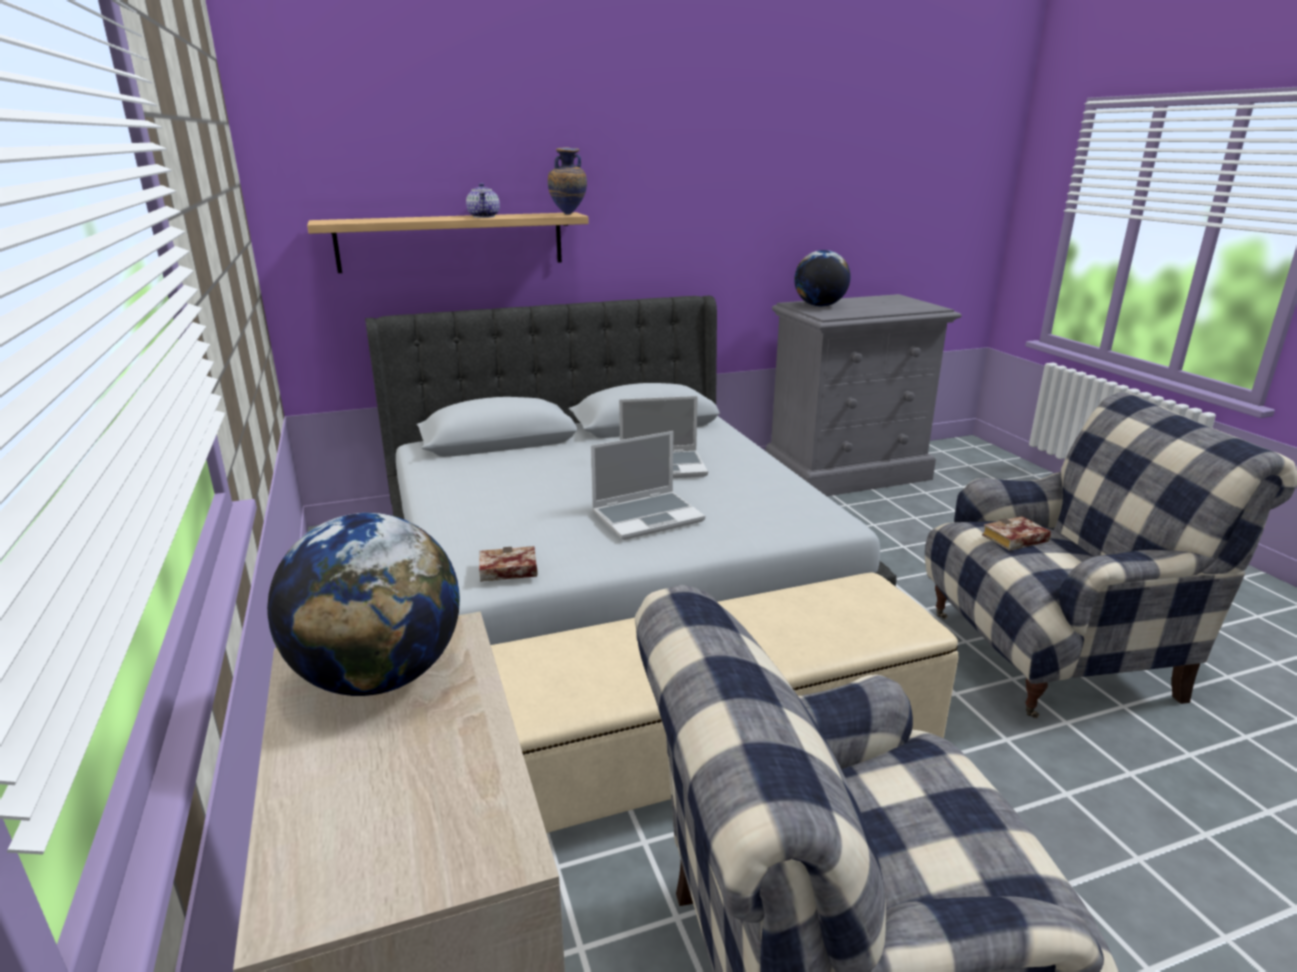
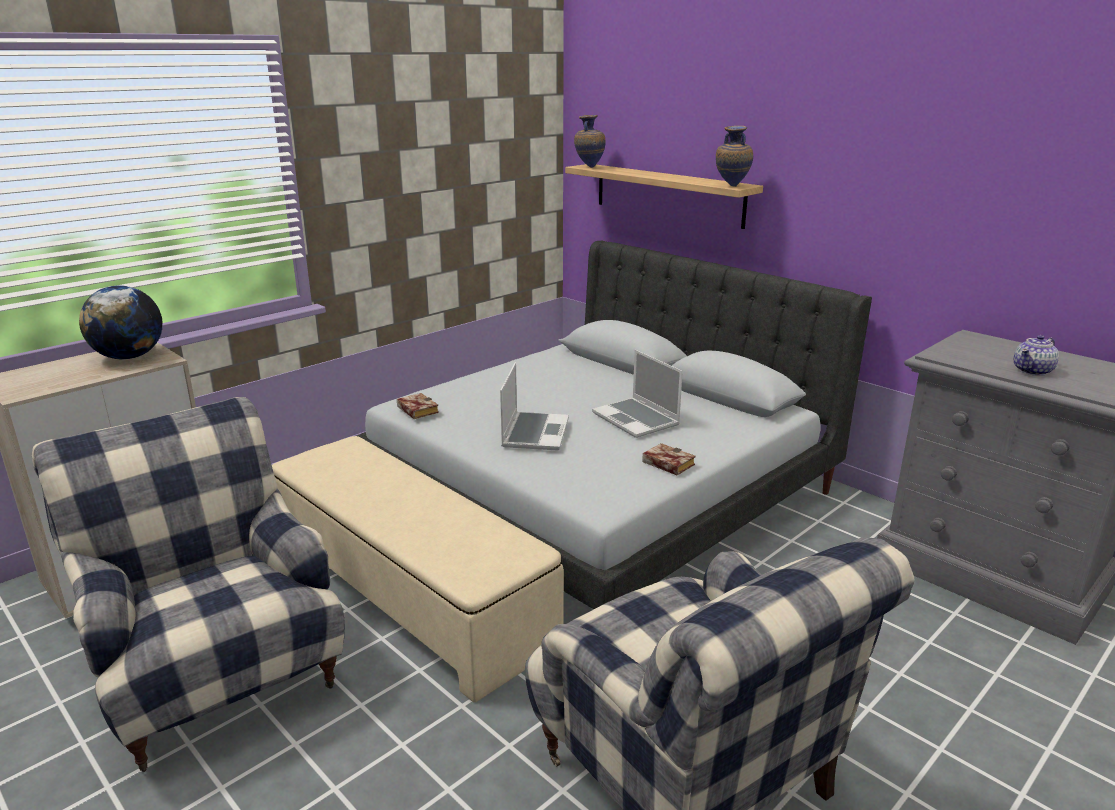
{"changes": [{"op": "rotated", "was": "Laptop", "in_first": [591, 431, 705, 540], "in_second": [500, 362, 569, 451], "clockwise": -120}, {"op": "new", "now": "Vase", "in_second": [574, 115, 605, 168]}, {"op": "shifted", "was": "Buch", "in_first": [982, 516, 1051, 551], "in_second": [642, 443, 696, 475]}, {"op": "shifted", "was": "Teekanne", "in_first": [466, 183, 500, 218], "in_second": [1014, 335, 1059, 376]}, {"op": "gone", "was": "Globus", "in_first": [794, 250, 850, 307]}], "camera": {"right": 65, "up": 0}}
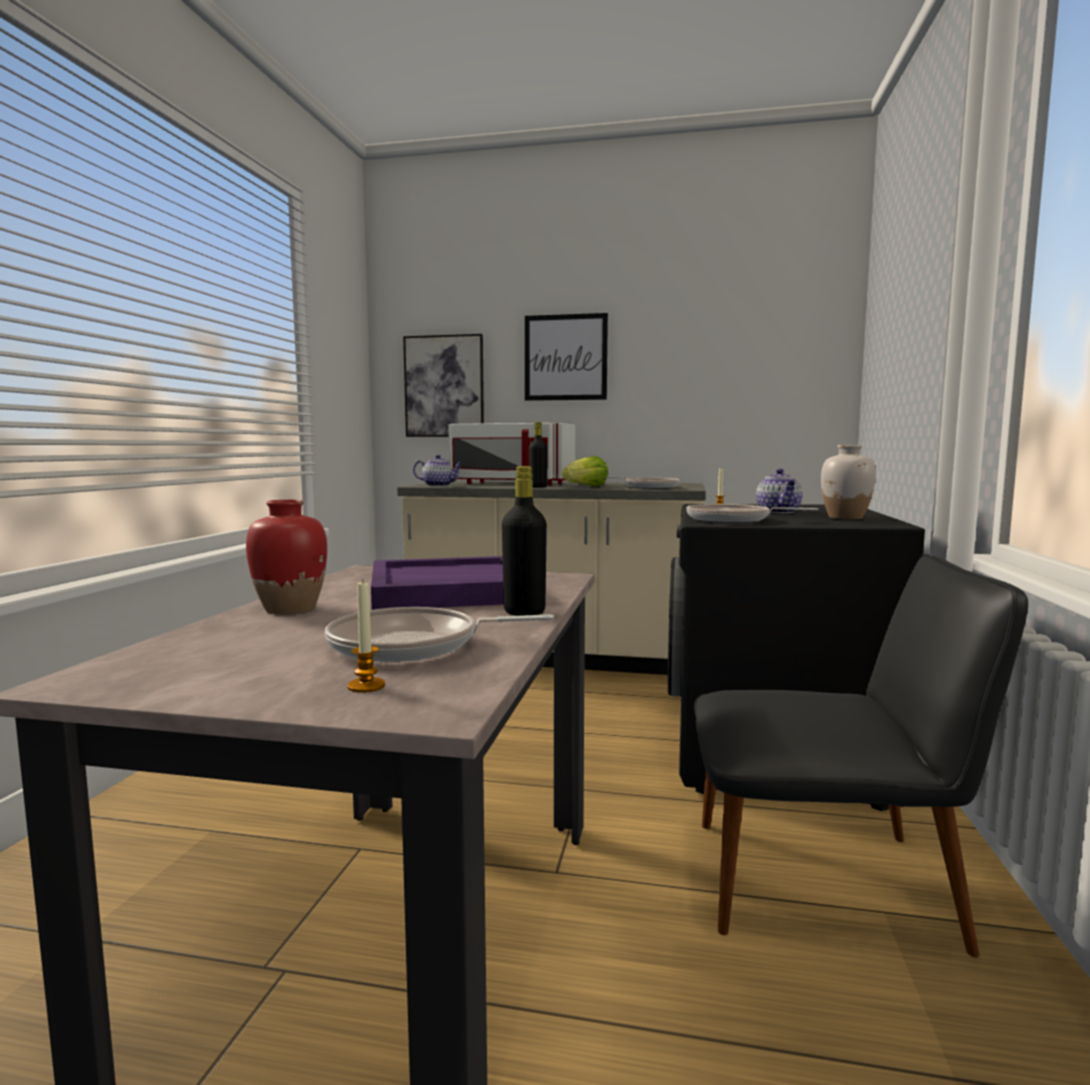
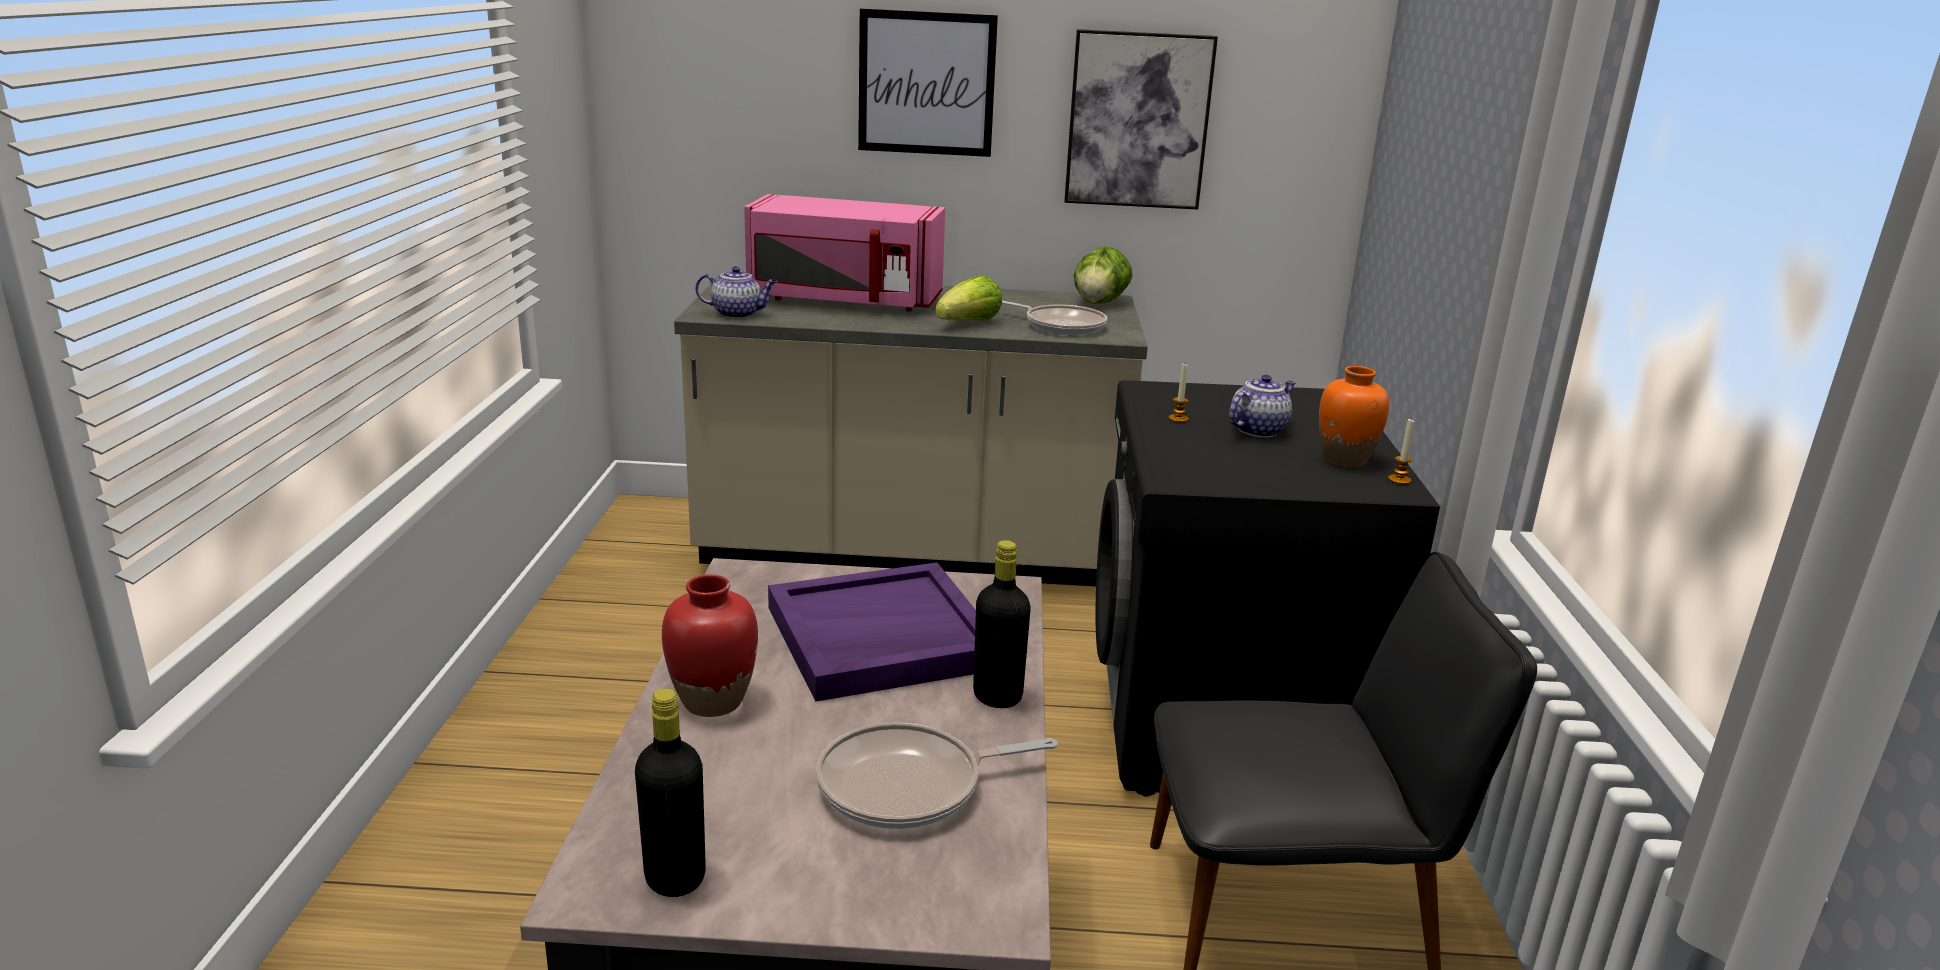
{"changes": [{"op": "shifted", "was": "Flasche [schwarz]", "in_first": [529, 422, 548, 488], "in_second": [635, 688, 706, 897]}, {"op": "repainted", "was": "Mikrowelle [weiß]", "now": "Mikrowelle [rosa]", "in_first": [448, 423, 575, 485], "in_second": [744, 194, 945, 311]}, {"op": "shifted", "was": "Bild", "in_first": [403, 334, 484, 437], "in_second": [1064, 29, 1218, 210]}, {"op": "new", "now": "Salatkopf", "in_second": [1074, 246, 1133, 304]}, {"op": "rotated", "was": "Teekanne", "in_first": [756, 469, 803, 513], "in_second": [1229, 375, 1295, 438], "clockwise": -120}, {"op": "repainted", "was": "Vase [weiß]", "now": "Vase [orange]", "in_first": [821, 445, 876, 519], "in_second": [1319, 366, 1389, 467]}, {"op": "shifted", "was": "Kerze", "in_first": [347, 582, 385, 693], "in_second": [1388, 418, 1414, 485]}, {"op": "gone", "was": "Pfanne", "in_first": [686, 504, 818, 523]}], "camera": {"right": -10, "up": 15}}
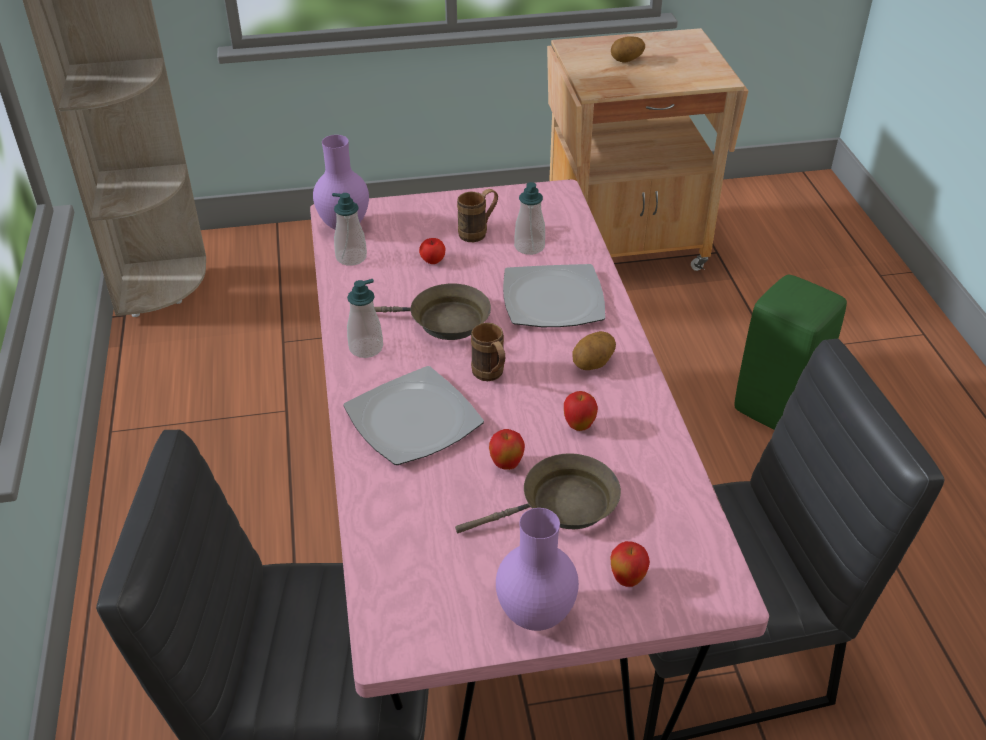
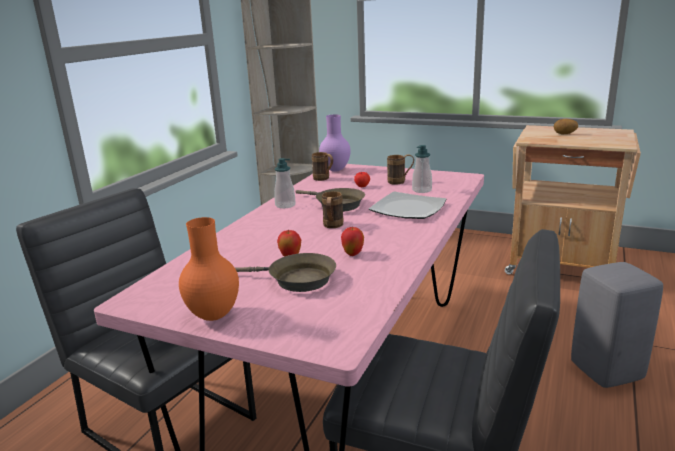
{"changes": [{"op": "repainted", "was": "Vase [lila]", "now": "Vase [orange]", "in_first": [496, 508, 579, 631], "in_second": [179, 217, 239, 321]}, {"op": "swapped", "was": "Seifenspender", "now": "Henkelbecher [braun]", "in_first": [332, 193, 367, 266], "in_second": [312, 152, 333, 181]}, {"op": "repainted", "was": "Hocker [grün]", "now": "Hocker [grau]", "in_first": [734, 274, 847, 430], "in_second": [571, 262, 663, 388]}, {"op": "gone", "was": "Teller", "in_first": [343, 366, 484, 465]}, {"op": "gone", "was": "Kartoffel", "in_first": [573, 331, 616, 370]}, {"op": "gone", "was": "Apfel", "in_first": [610, 541, 650, 587]}], "camera": {"right": 35, "up": -20}}
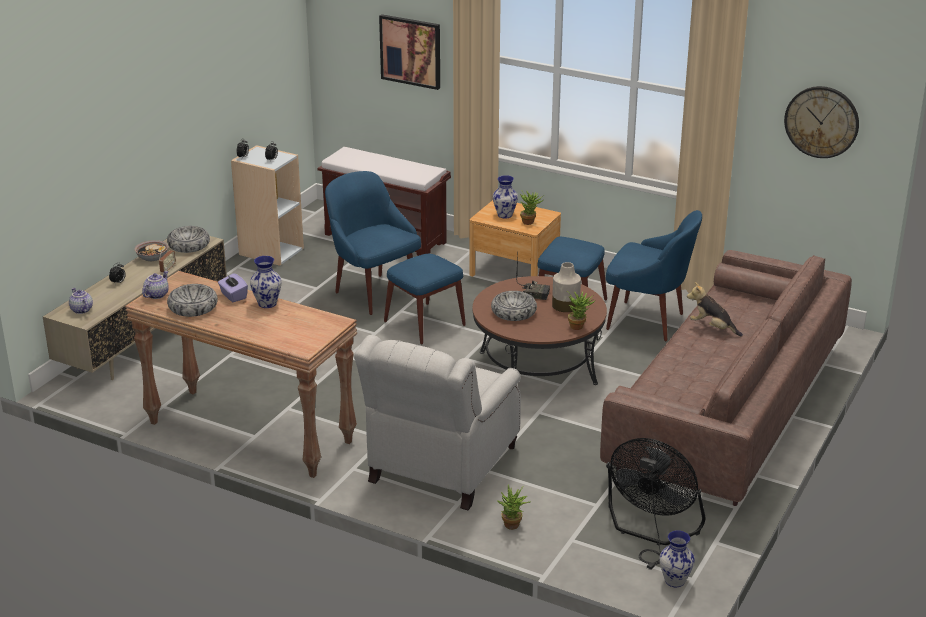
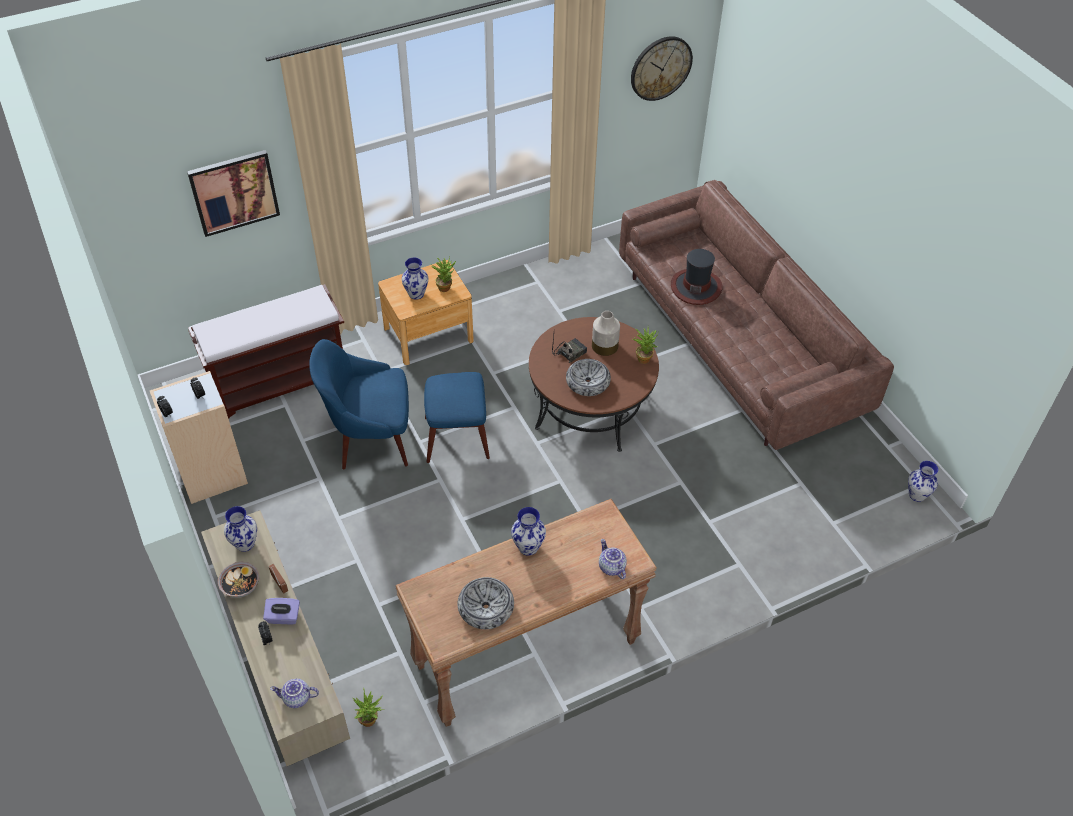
{"changes": [{"op": "swapped", "was": "Schüssel", "now": "Vase", "in_first": [167, 226, 210, 253], "in_second": [224, 506, 257, 552]}, {"op": "shifted", "was": "Taschentuchbox [lila]", "in_first": [218, 273, 248, 302], "in_second": [263, 598, 300, 624]}, {"op": "shifted", "was": "Topfpflanze", "in_first": [497, 484, 530, 530], "in_second": [353, 688, 385, 727]}, {"op": "shifted", "was": "Teekanne", "in_first": [142, 271, 169, 299], "in_second": [599, 539, 627, 579]}, {"op": "swapped", "was": "Plüschtier", "now": "Hut", "in_first": [687, 282, 743, 337], "in_second": [671, 249, 723, 305]}, {"op": "gone", "was": "Sessel [weiß]", "in_first": [354, 335, 521, 510]}, {"op": "gone", "was": "Sessel [blau]", "in_first": [538, 210, 702, 341]}, {"op": "gone", "was": "Ventilator [schwarz]", "in_first": [606, 438, 706, 570]}], "camera": {"right": -55, "up": 20}}
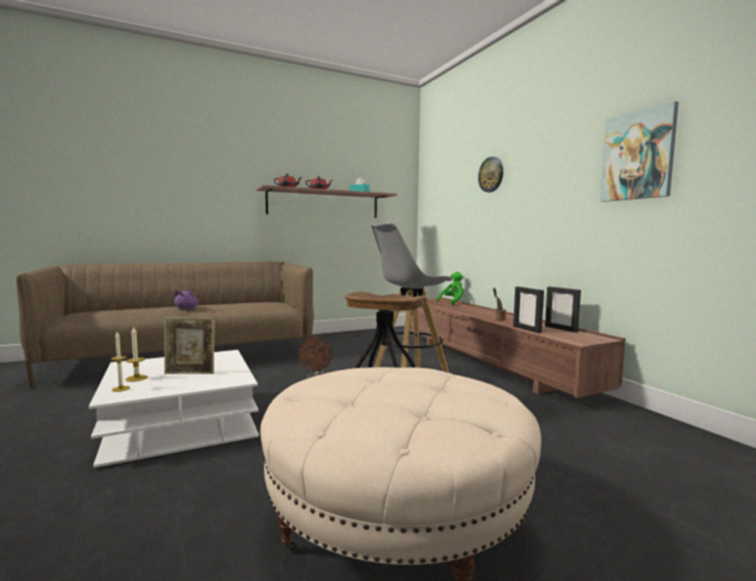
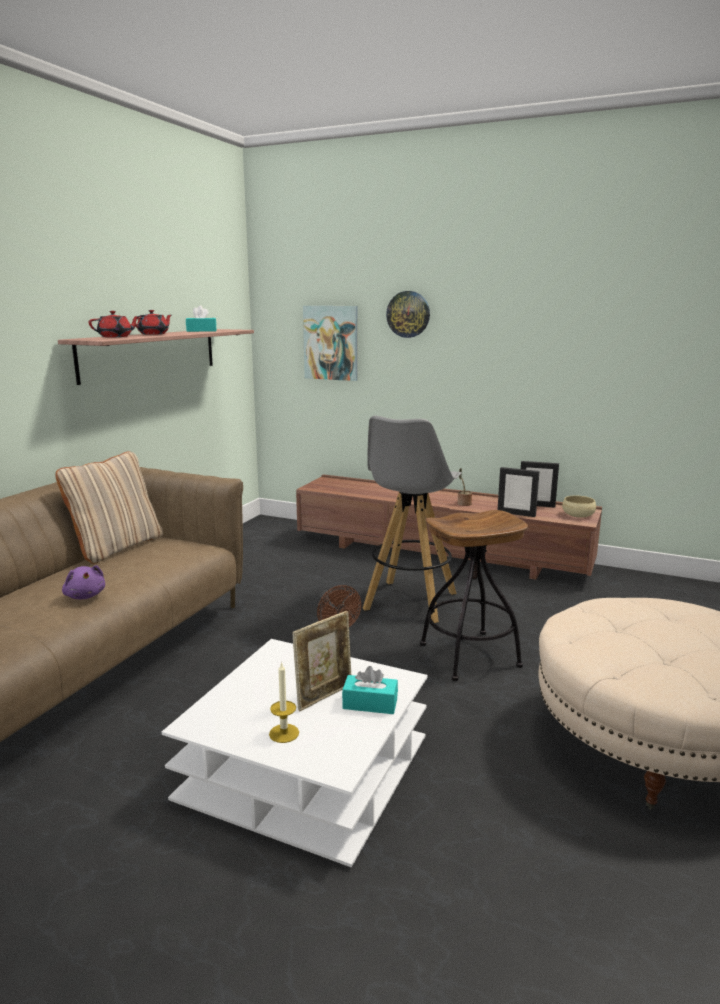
{"changes": [{"op": "new", "now": "Kissen [beige]", "in_second": [55, 451, 163, 564]}, {"op": "shifted", "was": "Bild", "in_first": [600, 101, 679, 202], "in_second": [303, 306, 358, 381]}, {"op": "new", "now": "Taschentuchbox [türkis]", "in_second": [342, 666, 398, 714]}, {"op": "new", "now": "Schüssel [beige]", "in_second": [562, 496, 596, 518]}, {"op": "gone", "was": "Kerze", "in_first": [111, 332, 130, 392]}, {"op": "gone", "was": "Plüschtier [grün]", "in_first": [436, 272, 464, 305]}], "camera": {"right": -40, "up": 10}}
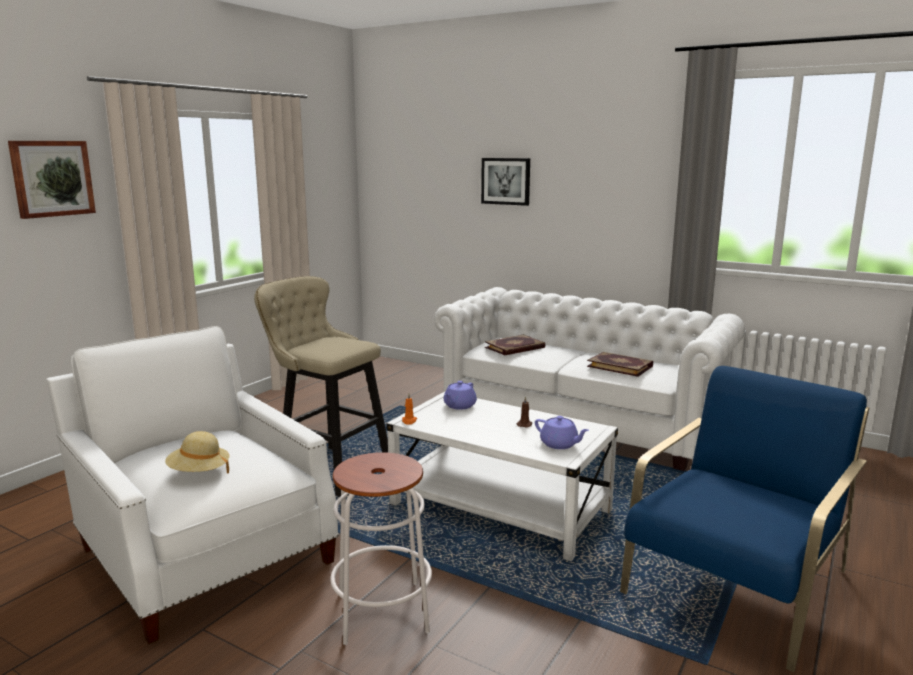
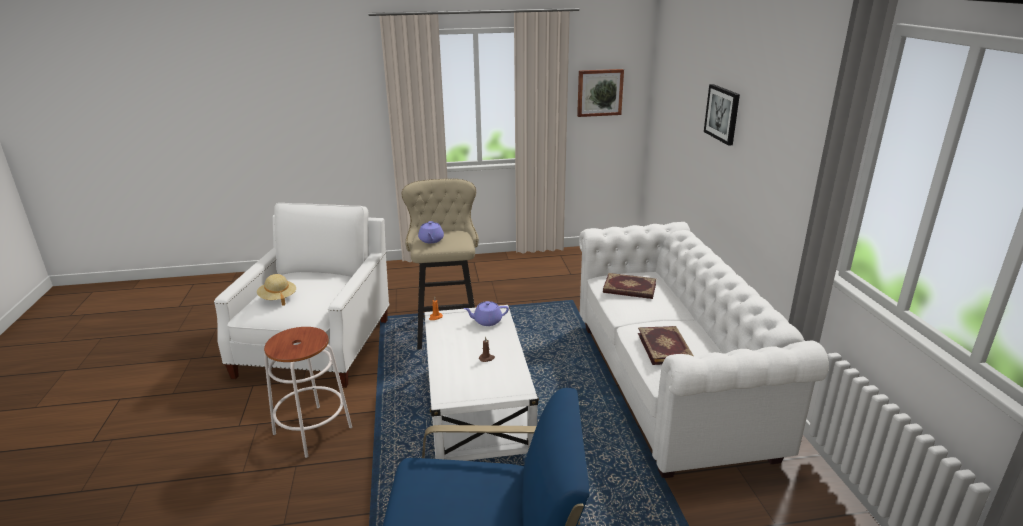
{"changes": [{"op": "shifted", "was": "Teekanne [lila]", "in_first": [535, 416, 589, 449], "in_second": [418, 221, 444, 243]}, {"op": "shifted", "was": "Bild", "in_first": [8, 141, 96, 219], "in_second": [577, 69, 624, 117]}], "camera": {"right": 50, "up": 10}}
